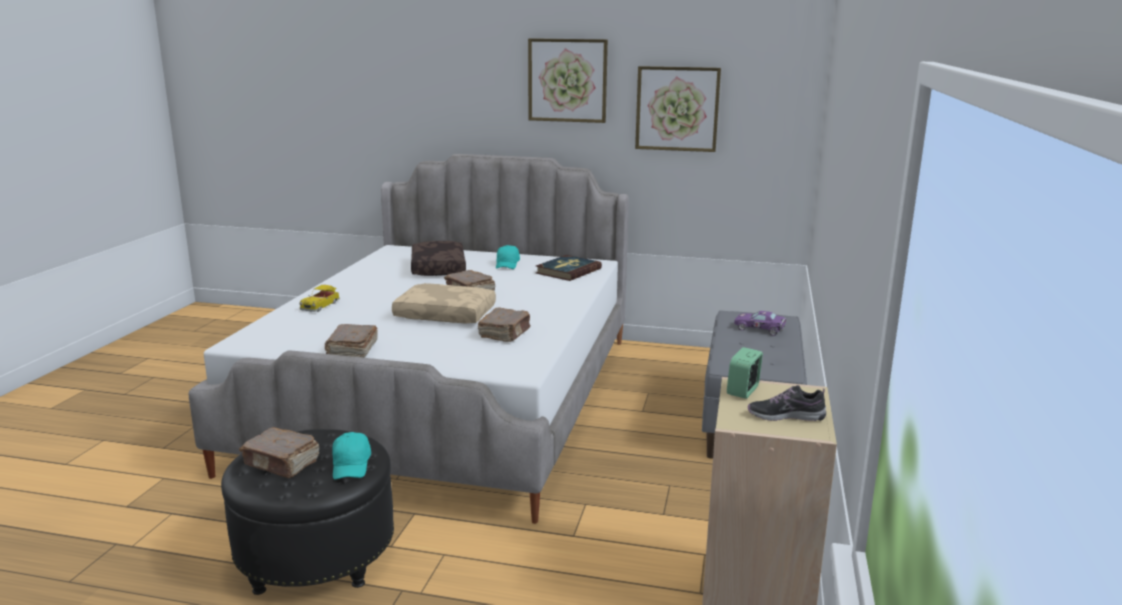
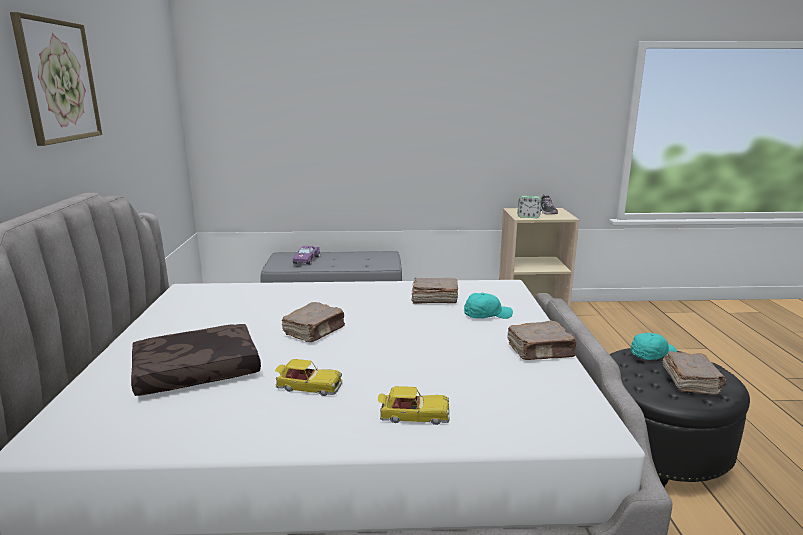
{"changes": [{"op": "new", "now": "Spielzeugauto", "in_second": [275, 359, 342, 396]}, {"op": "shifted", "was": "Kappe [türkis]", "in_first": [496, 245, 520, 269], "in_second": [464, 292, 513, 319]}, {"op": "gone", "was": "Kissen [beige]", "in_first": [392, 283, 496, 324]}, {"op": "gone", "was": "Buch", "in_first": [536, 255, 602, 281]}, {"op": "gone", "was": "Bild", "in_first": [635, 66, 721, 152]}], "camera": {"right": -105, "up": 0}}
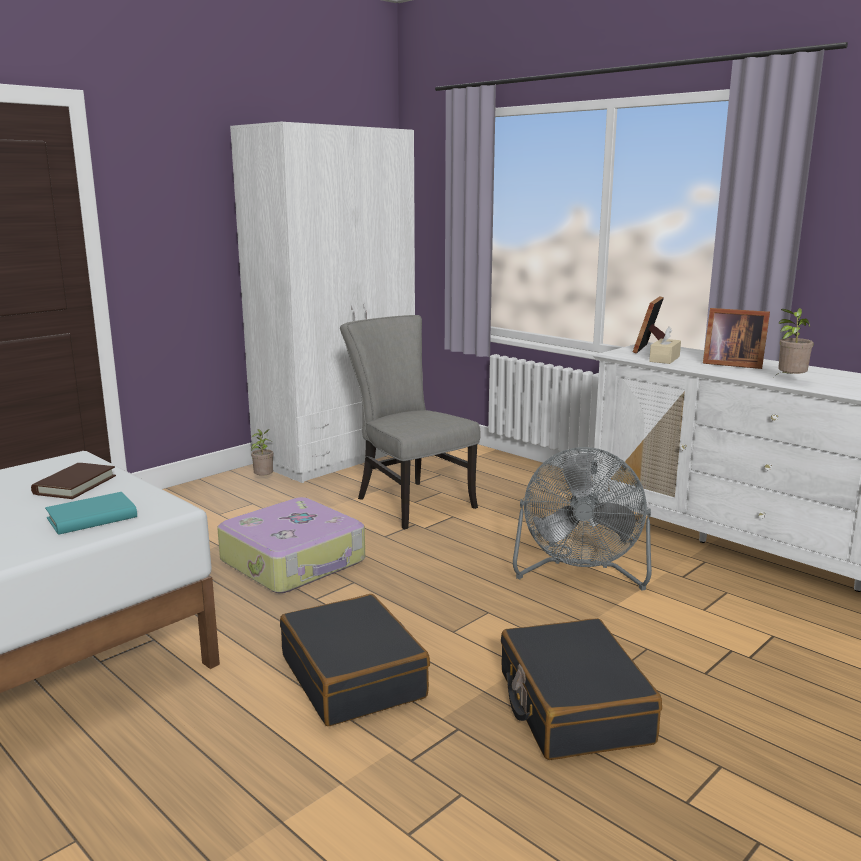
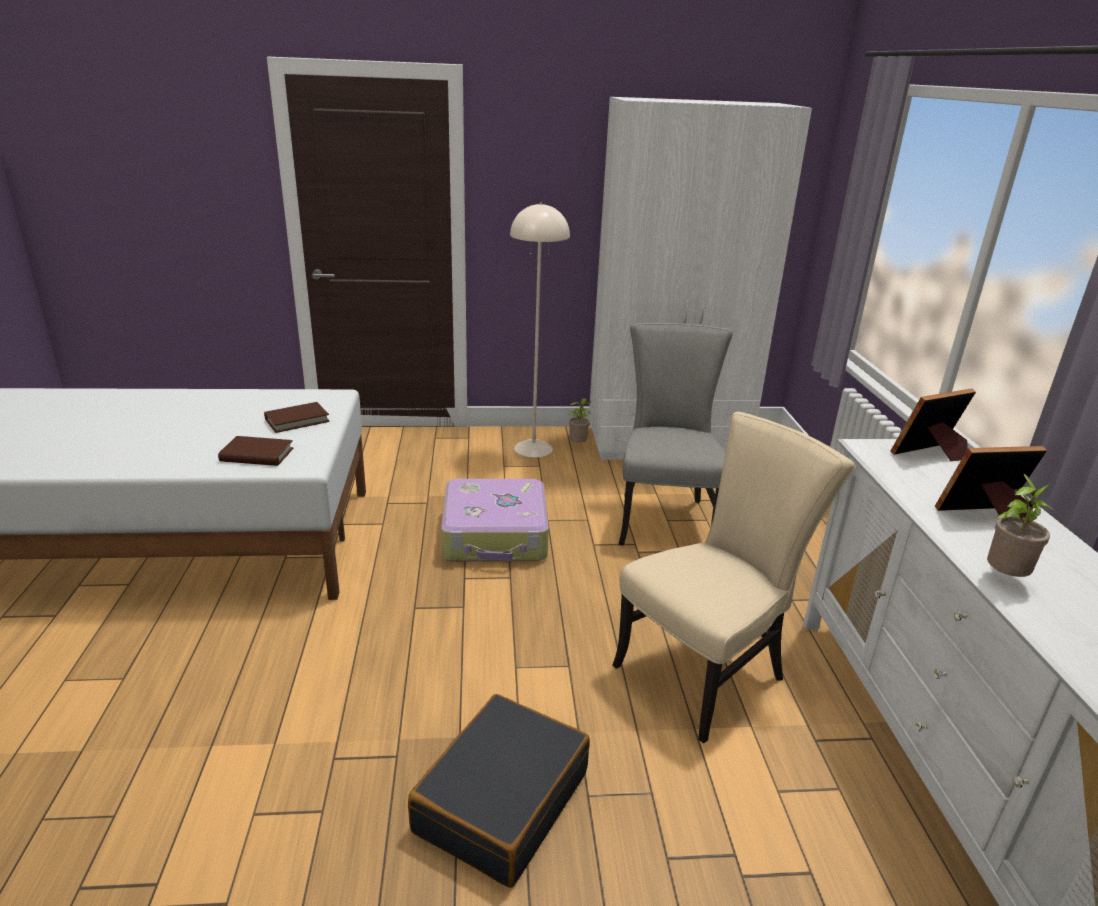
{"changes": [{"op": "repainted", "was": "Buch [türkis]", "now": "Buch [braun]", "in_first": [45, 492, 137, 535], "in_second": [218, 436, 293, 466]}, {"op": "new", "now": "Stehlampe [beige]", "in_second": [510, 203, 570, 457]}, {"op": "swapped", "was": "Ventilator [grau]", "now": "Stuhl [beige]", "in_first": [513, 447, 652, 591], "in_second": [612, 412, 855, 744]}, {"op": "rotated", "was": "Bilderrahmen", "in_first": [703, 308, 770, 369], "in_second": [935, 446, 1047, 518], "clockwise": 105}, {"op": "gone", "was": "Koffer [schwarz]", "in_first": [280, 594, 430, 726]}, {"op": "gone", "was": "Taschentuchbox [beige]", "in_first": [649, 326, 681, 364]}], "camera": {"right": 40, "up": 10}}
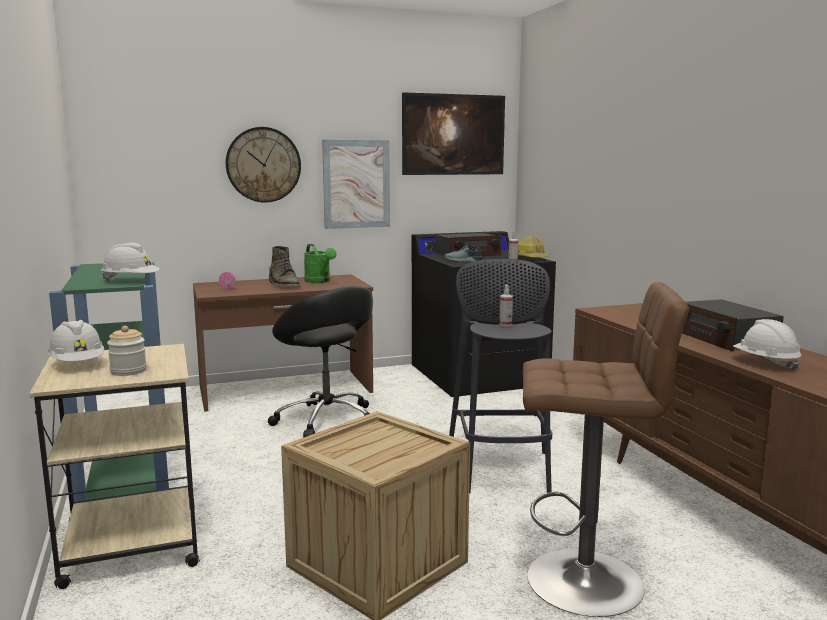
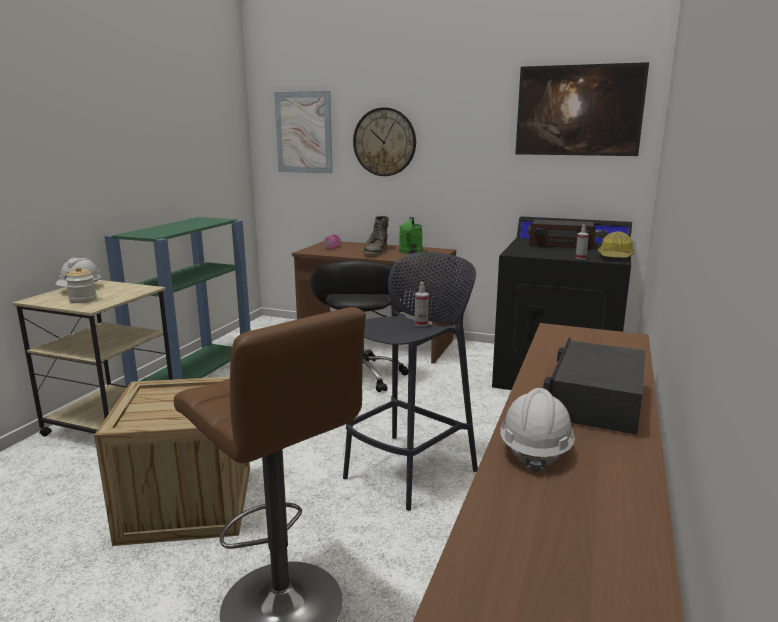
{"changes": [{"op": "shifted", "was": "Bild", "in_first": [322, 140, 390, 229], "in_second": [274, 91, 333, 173]}, {"op": "gone", "was": "Schutzhelm [weiß]", "in_first": [101, 243, 160, 281]}, {"op": "gone", "was": "Schuh", "in_first": [445, 243, 483, 262]}], "camera": {"right": 40, "up": 5}}
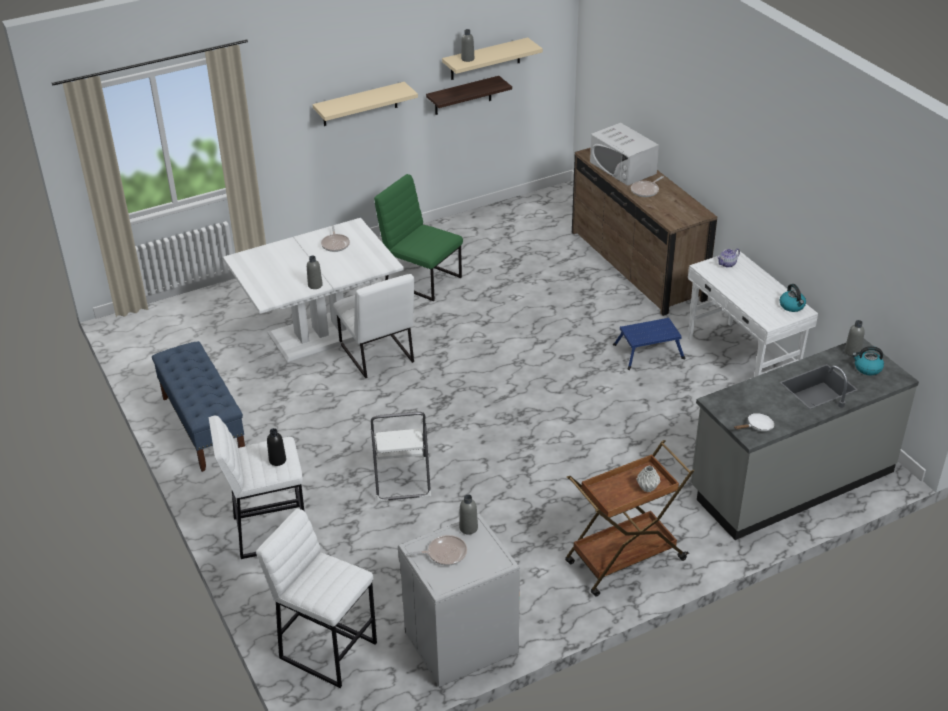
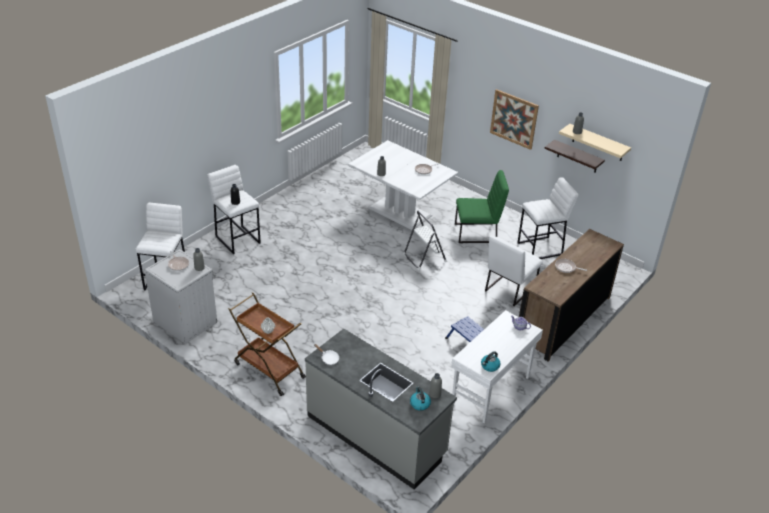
{"changes": [{"op": "shifted", "was": "Trittleiter [weiß]", "in_first": [370, 412, 431, 502], "in_second": [403, 211, 448, 271]}, {"op": "rotated", "was": "Stuhl [grün]", "in_first": [374, 174, 463, 301], "in_second": [455, 170, 509, 243], "clockwise": 75}, {"op": "shifted", "was": "Stuhl [weiß]", "in_first": [333, 274, 414, 378], "in_second": [485, 235, 543, 306]}, {"op": "swapped", "was": "Wandregal [beige]", "now": "Bild", "in_first": [313, 82, 418, 126], "in_second": [490, 89, 539, 150]}, {"op": "new", "now": "Hocker [weiß]", "in_second": [517, 177, 578, 259]}, {"op": "gone", "was": "Bank [blau]", "in_first": [152, 341, 245, 472]}, {"op": "gone", "was": "Mikrowelle [weiß]", "in_first": [590, 123, 659, 186]}], "camera": {"right": 65, "up": 0}}
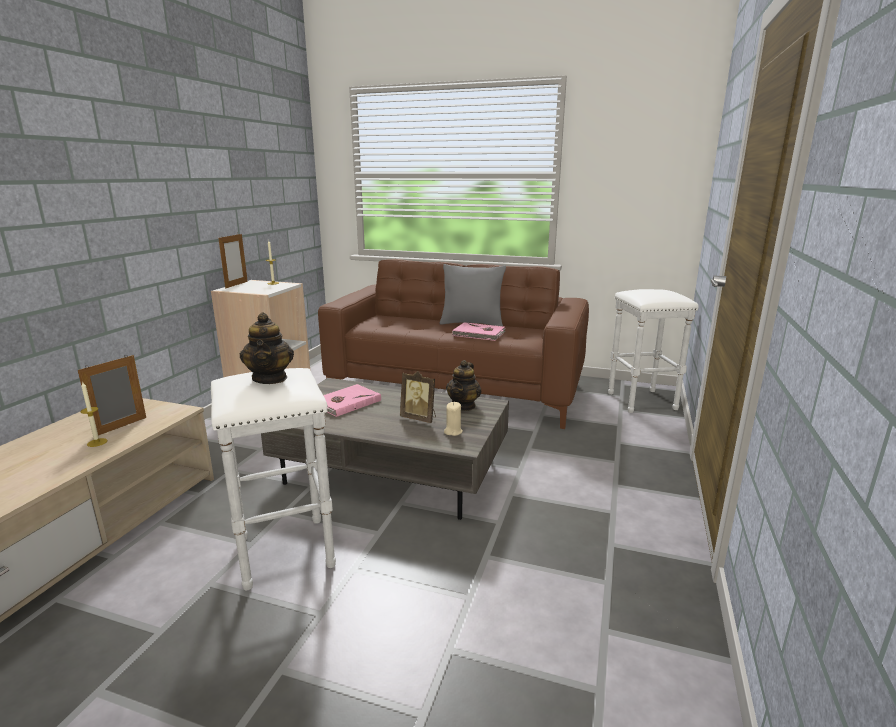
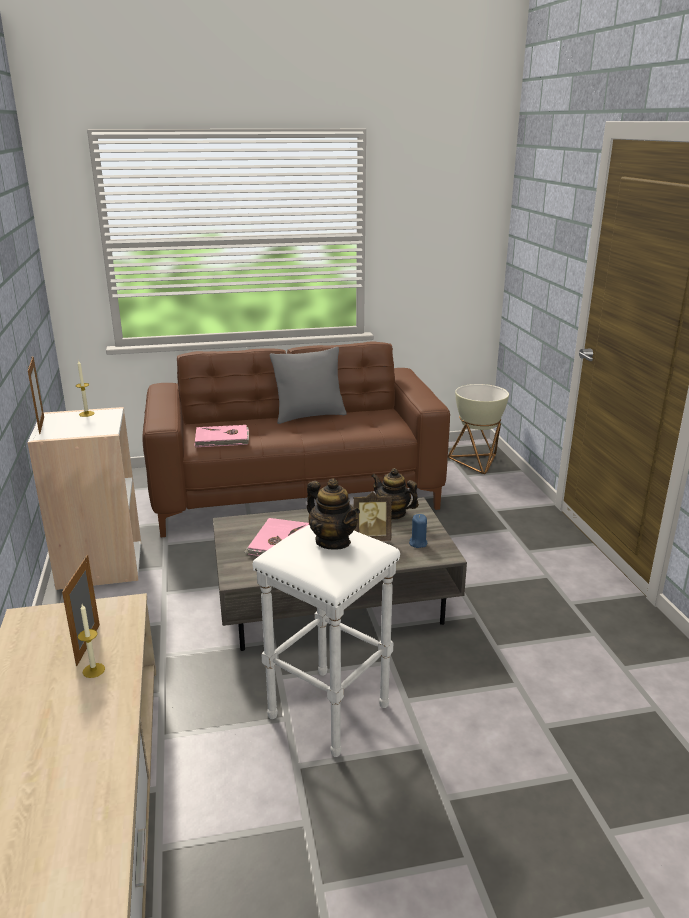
{"changes": [{"op": "shifted", "was": "Buch [rosa]", "in_first": [452, 322, 505, 341], "in_second": [194, 425, 249, 447]}, {"op": "rotated", "was": "Teekanne", "in_first": [446, 360, 482, 411], "in_second": [372, 468, 419, 520], "clockwise": 135}, {"op": "repainted", "was": "Kerze [beige]", "now": "Kerze [blau]", "in_first": [444, 402, 463, 436], "in_second": [409, 514, 427, 548]}, {"op": "swapped", "was": "Hocker [weiß]", "now": "Pflanzkübel", "in_first": [608, 289, 699, 413], "in_second": [448, 384, 509, 474]}], "camera": {"right": -30, "up": 5}}
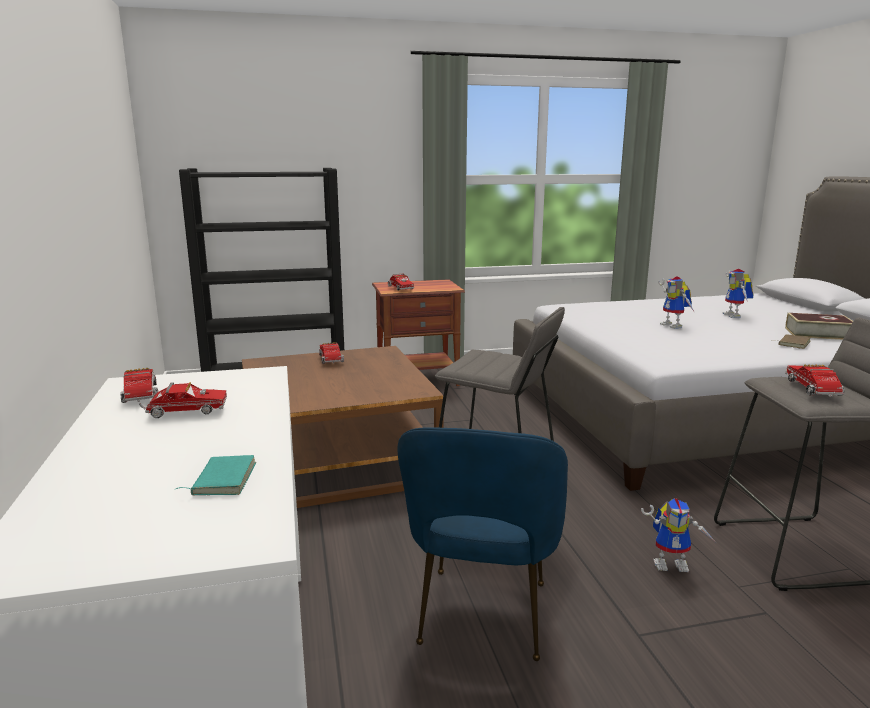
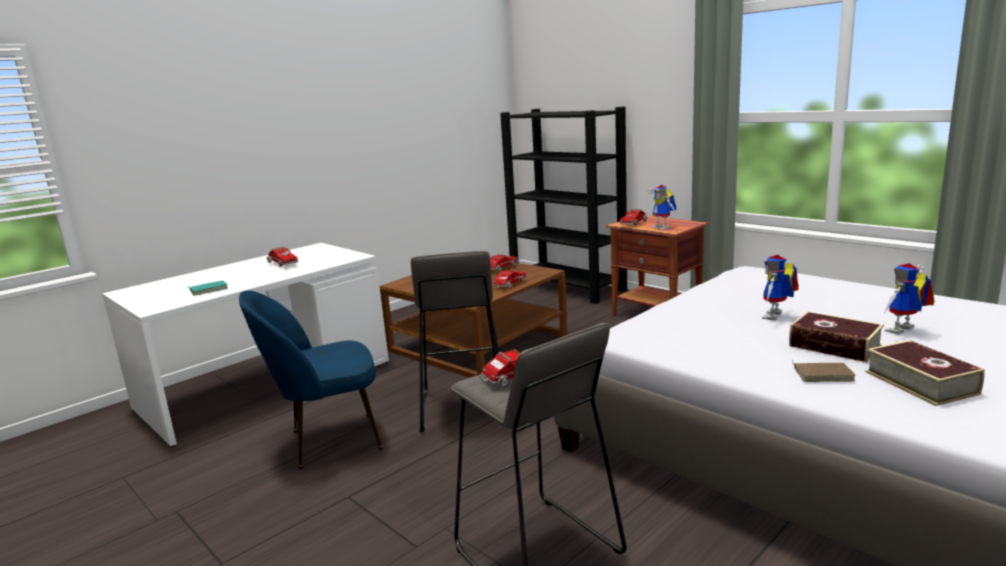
{"changes": [{"op": "shifted", "was": "Spielzeuglaster", "in_first": [120, 368, 158, 403], "in_second": [493, 269, 527, 288]}, {"op": "shifted", "was": "Spielzeugroboter", "in_first": [641, 498, 714, 572], "in_second": [648, 185, 676, 230]}, {"op": "new", "now": "Buch", "in_second": [789, 311, 884, 362]}], "camera": {"right": 60, "up": 0}}
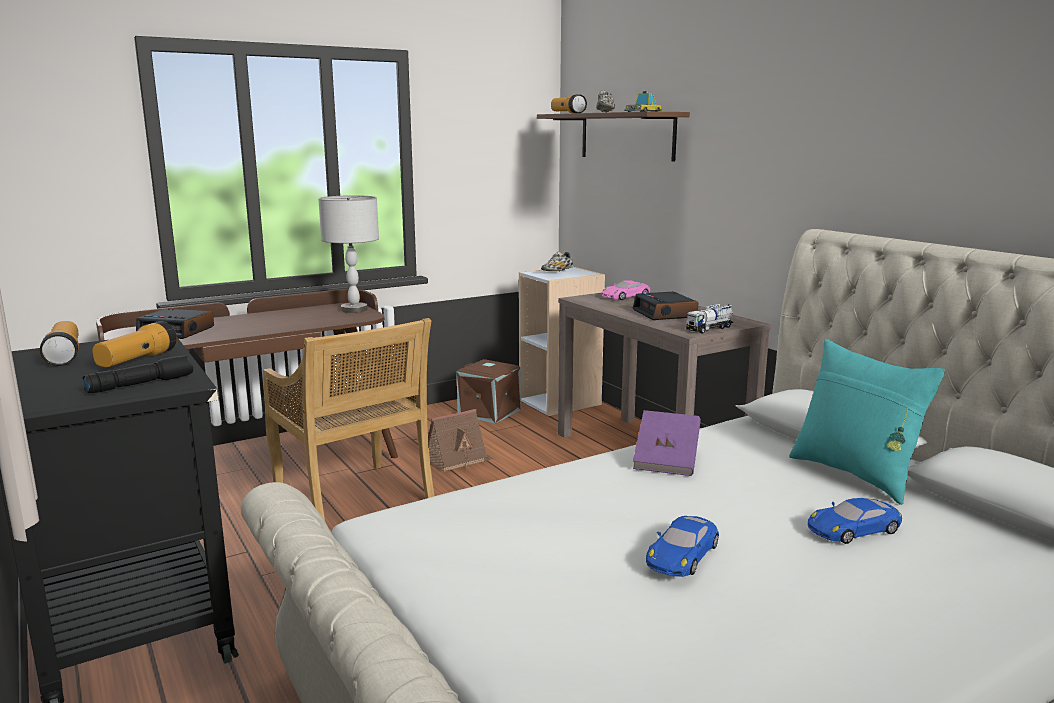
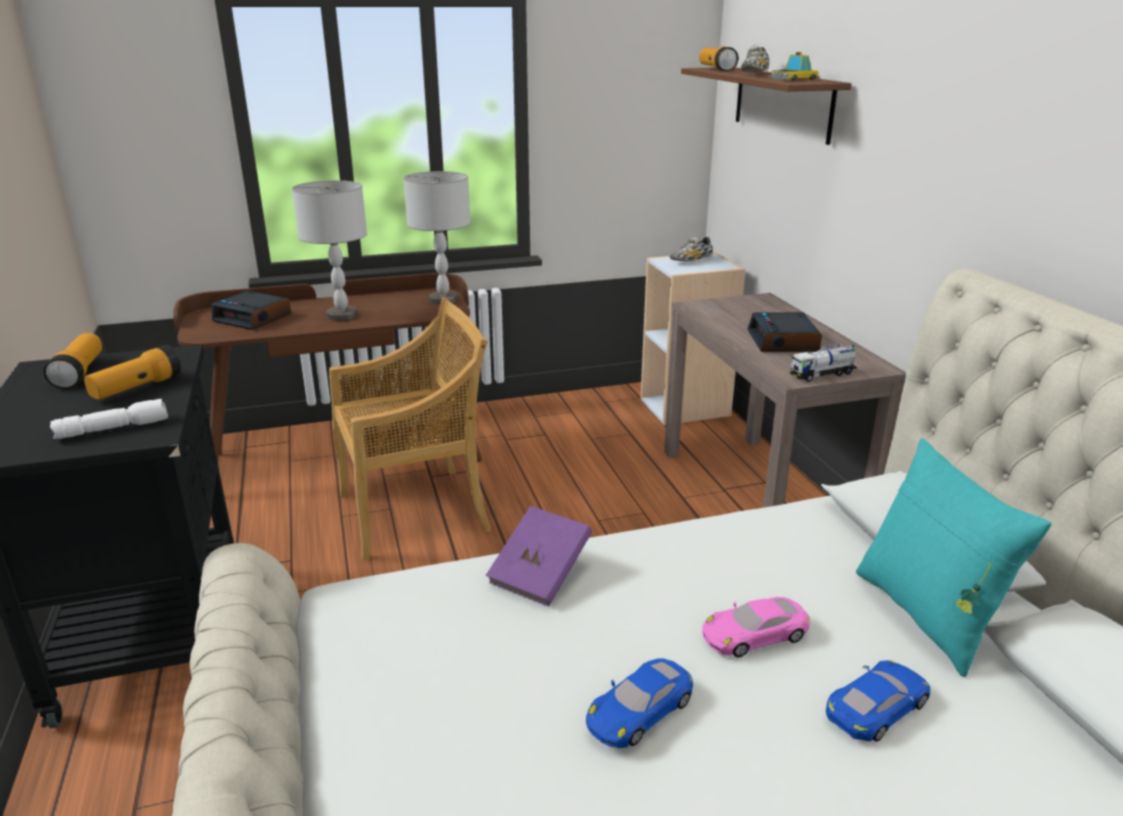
{"changes": [{"op": "repainted", "was": "Taschenlampe [schwarz]", "now": "Taschenlampe [weiß]", "in_first": [82, 355, 193, 393], "in_second": [50, 399, 168, 439]}, {"op": "new", "now": "Tischlampe [grau]", "in_second": [292, 180, 367, 321]}, {"op": "rotated", "was": "Stuhl [beige]", "in_first": [263, 318, 434, 521], "in_second": [329, 297, 491, 561], "clockwise": -90}, {"op": "shifted", "was": "Buch [lila]", "in_first": [633, 410, 701, 476], "in_second": [486, 506, 592, 606]}, {"op": "shifted", "was": "Spielzeugauto [rosa]", "in_first": [602, 280, 650, 300], "in_second": [702, 597, 810, 657]}, {"op": "rotated", "was": "Spielzeugauto [blau]", "in_first": [808, 498, 902, 544], "in_second": [826, 660, 930, 742], "clockwise": 150}, {"op": "gone", "was": "Spielzeughaus", "in_first": [428, 409, 494, 472]}, {"op": "gone", "was": "Aufbewahrungsbox [braun]", "in_first": [457, 359, 521, 423]}], "camera": {"right": 15, "up": 10}}
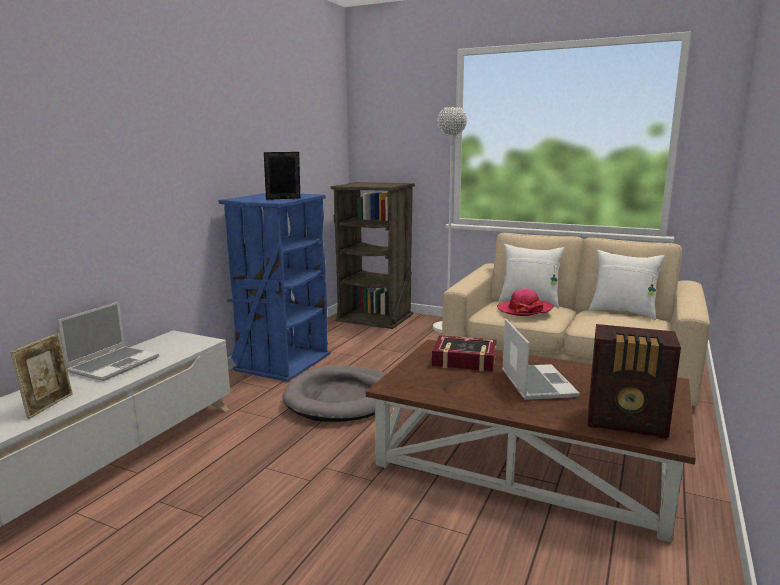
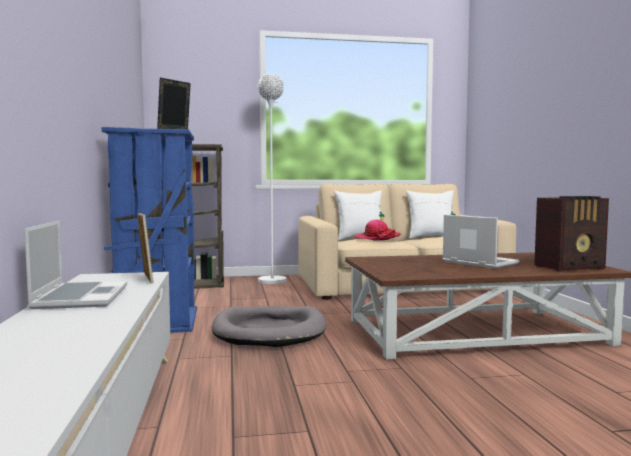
{"changes": [{"op": "shifted", "was": "Bilderrahmen", "in_first": [10, 333, 73, 419], "in_second": [137, 213, 154, 283]}, {"op": "gone", "was": "Buch", "in_first": [432, 335, 497, 371]}], "camera": {"right": -35, "up": -10}}
